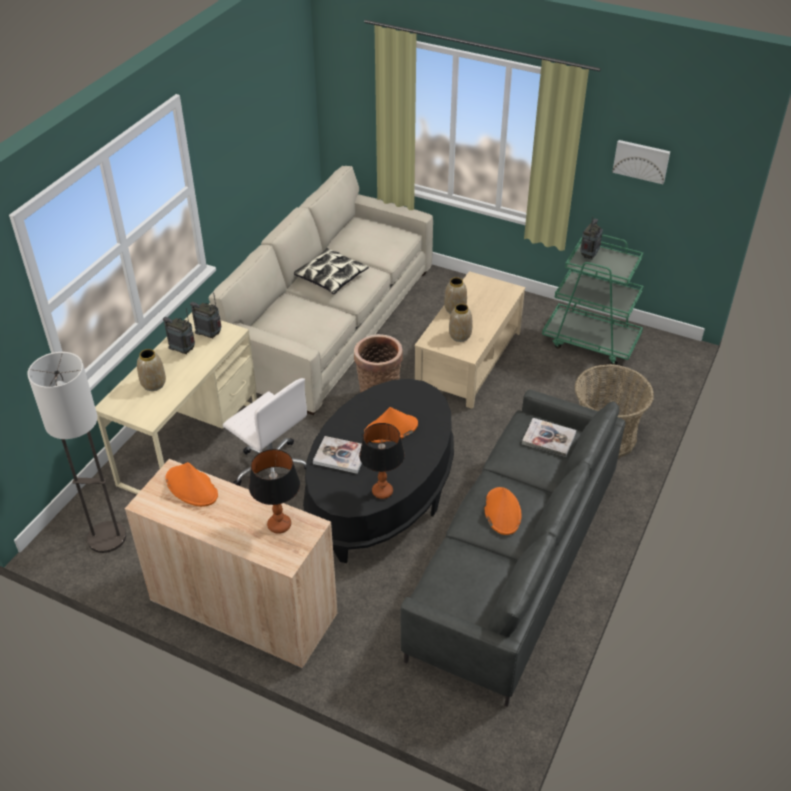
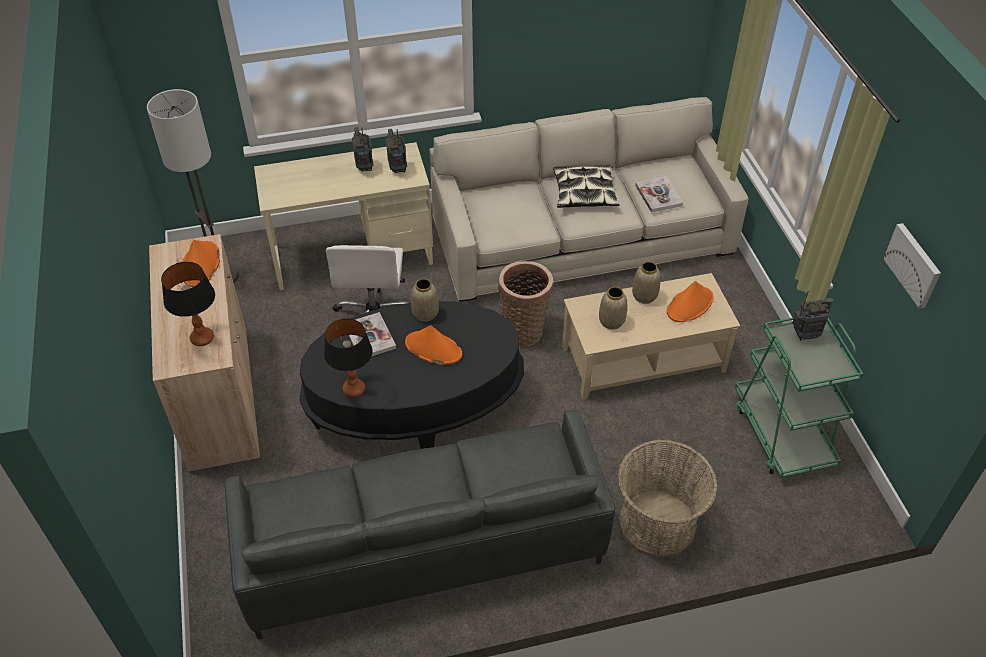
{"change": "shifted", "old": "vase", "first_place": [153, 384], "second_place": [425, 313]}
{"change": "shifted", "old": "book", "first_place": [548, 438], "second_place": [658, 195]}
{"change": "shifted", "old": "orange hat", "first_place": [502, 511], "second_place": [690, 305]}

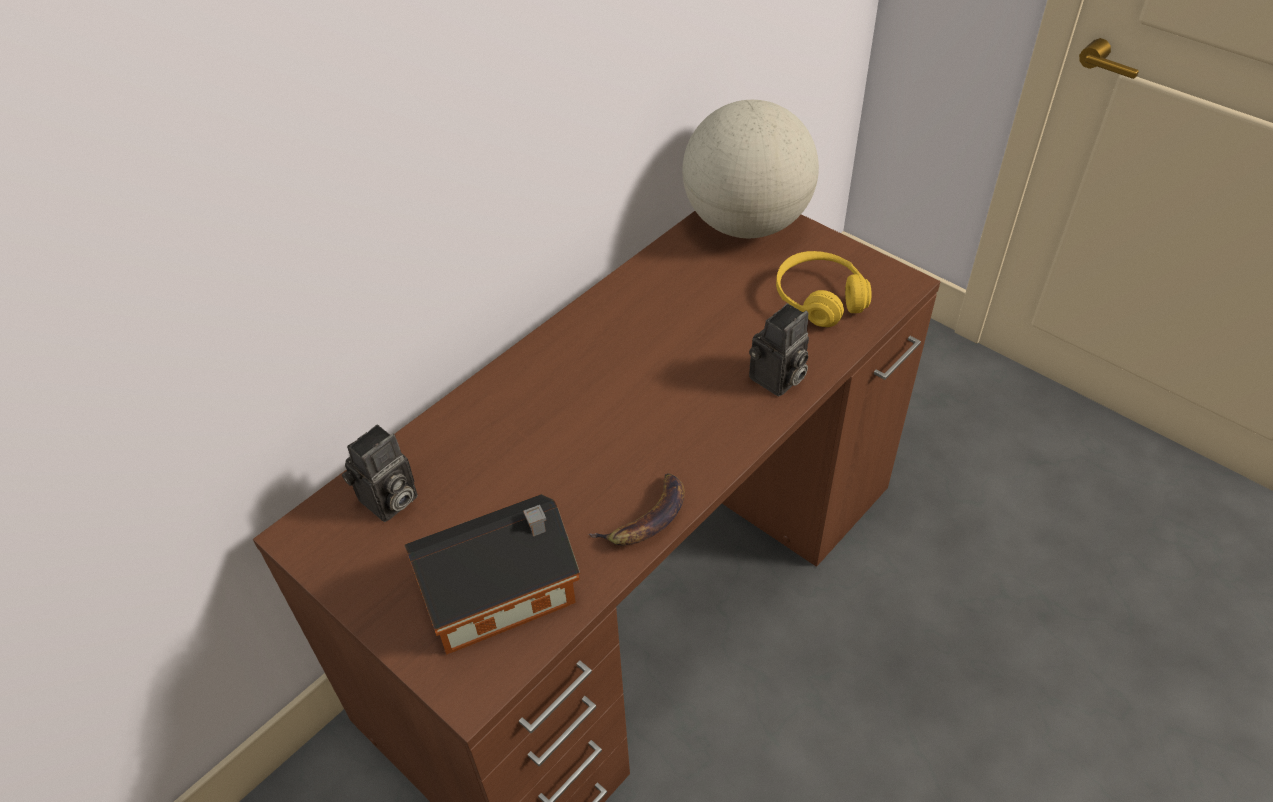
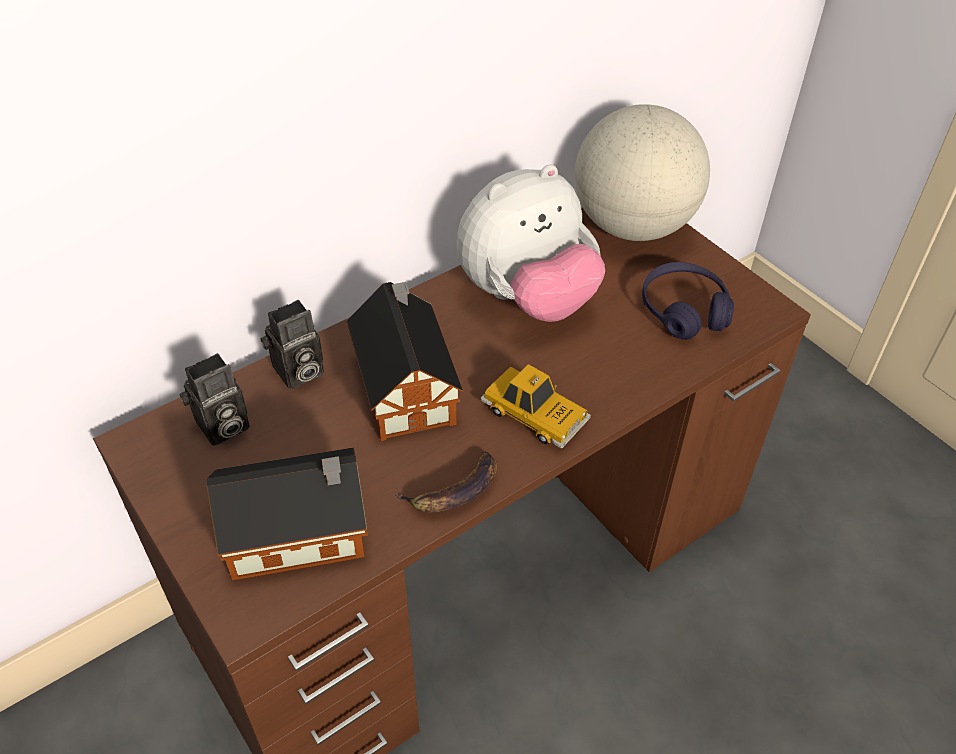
{"change": "shifted", "old": "photo camera", "first_place": [777, 380], "second_place": [297, 373]}
{"change": "new", "new": "toy house", "second_place": [405, 385]}
{"change": "new", "new": "plush toy", "second_place": [527, 298]}
{"change": "new", "new": "toy car", "second_place": [534, 414]}
{"change": "repainted", "old": "yellow headphones", "new": "purple headphones", "first_place": [819, 299], "second_place": [683, 311]}

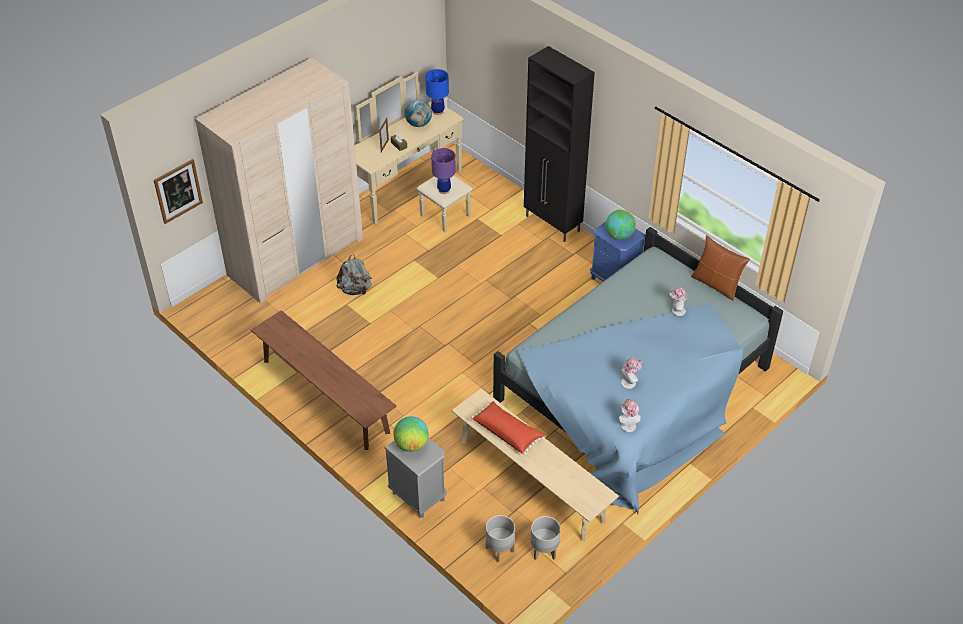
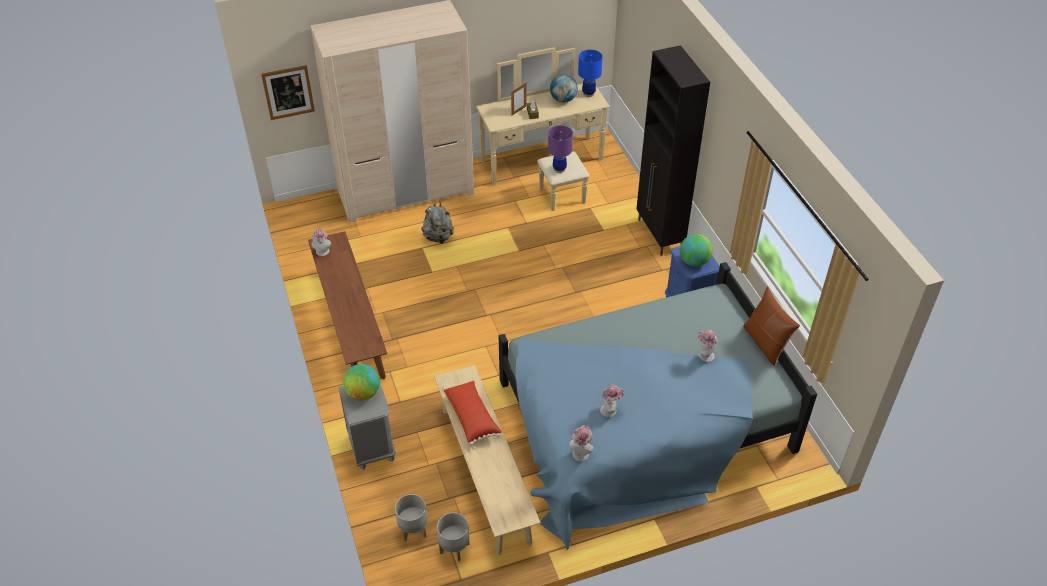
{"change": "new", "new": "hat", "second_place": [322, 252]}

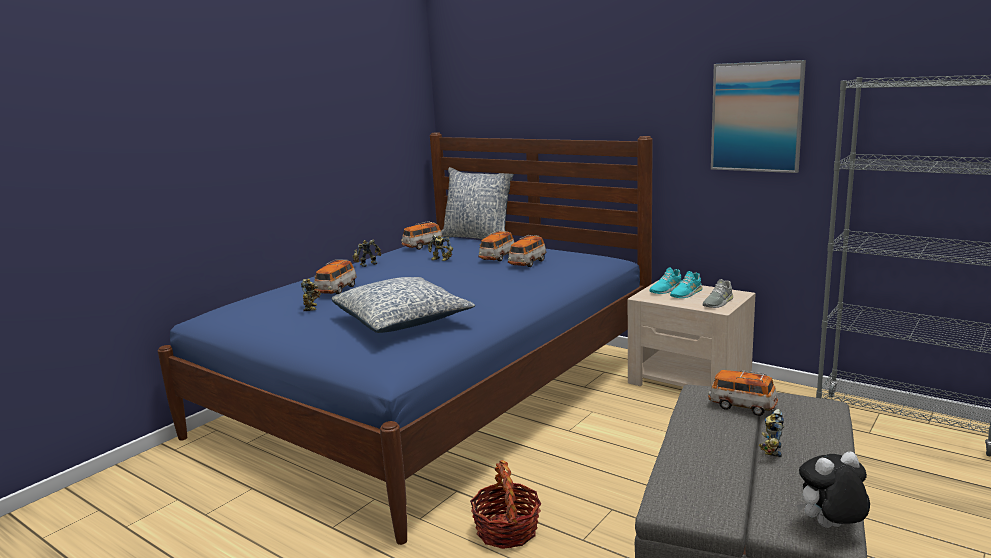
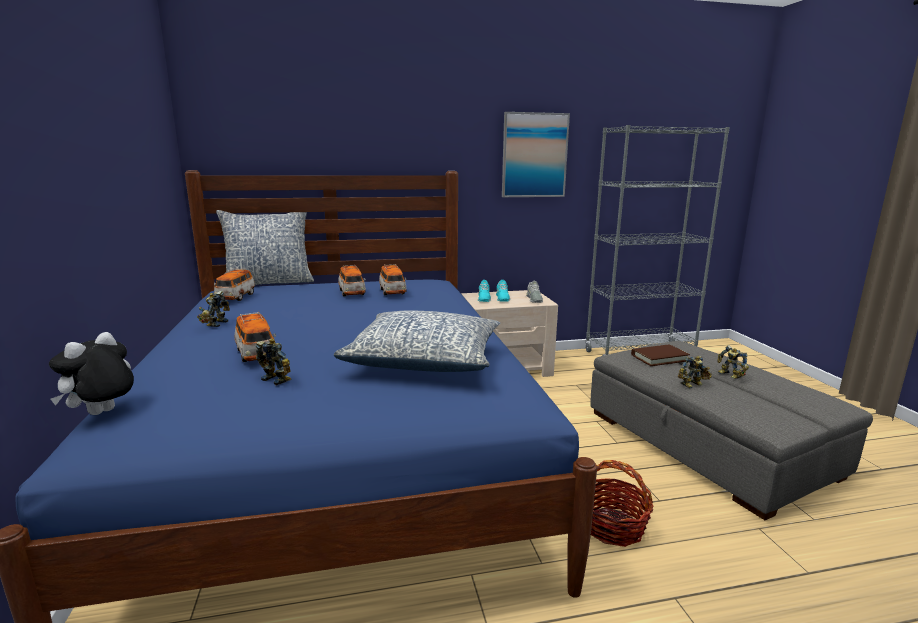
{"change": "shifted", "old": "plush toy", "first_place": [830, 528], "second_place": [102, 414]}
{"change": "swapped", "old": "toy car", "new": "brown book", "first_place": [742, 406], "second_place": [659, 358]}
{"change": "shifted", "old": "toy robot", "first_place": [440, 260], "second_place": [693, 385]}

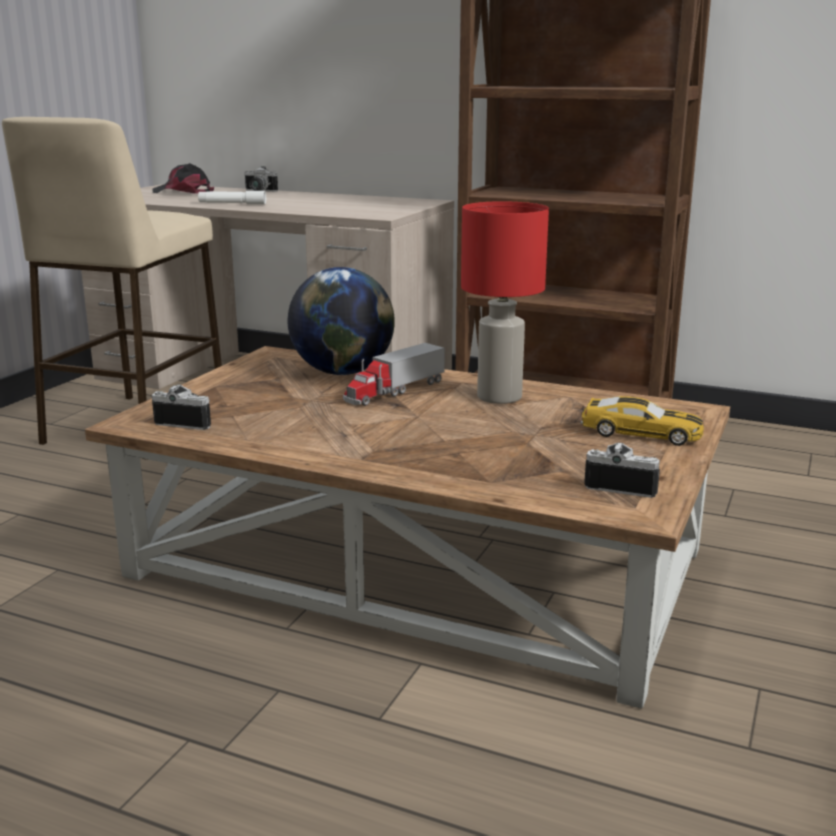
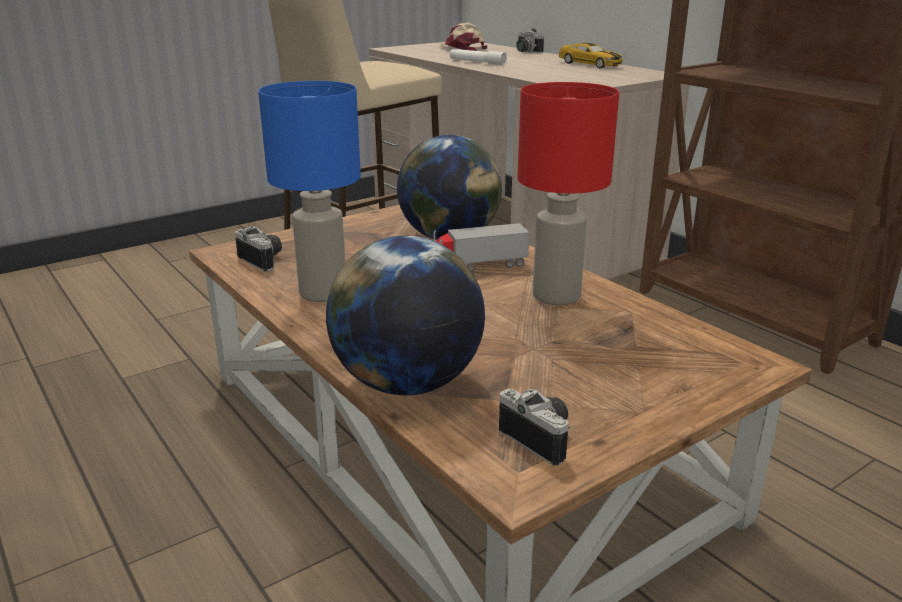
{"change": "new", "new": "blue table lamp", "second_place": [323, 293]}
{"change": "new", "new": "globe", "second_place": [407, 384]}
{"change": "repainted", "old": "black cap", "new": "beige cap", "first_place": [183, 192], "second_place": [462, 49]}
{"change": "shifted", "old": "toy car", "first_place": [641, 433], "second_place": [590, 64]}

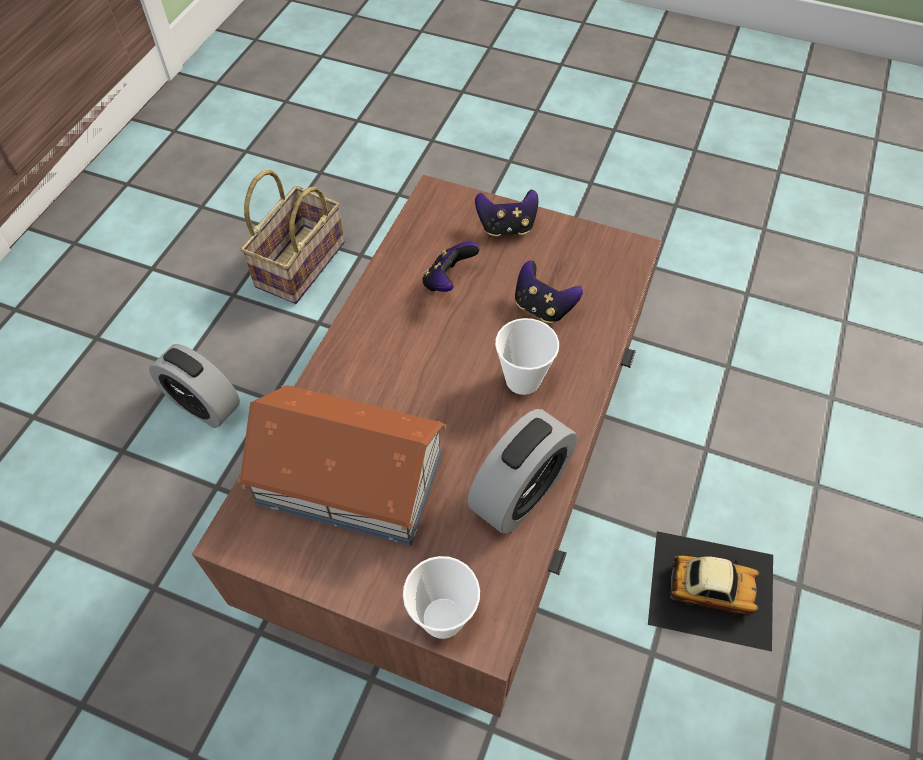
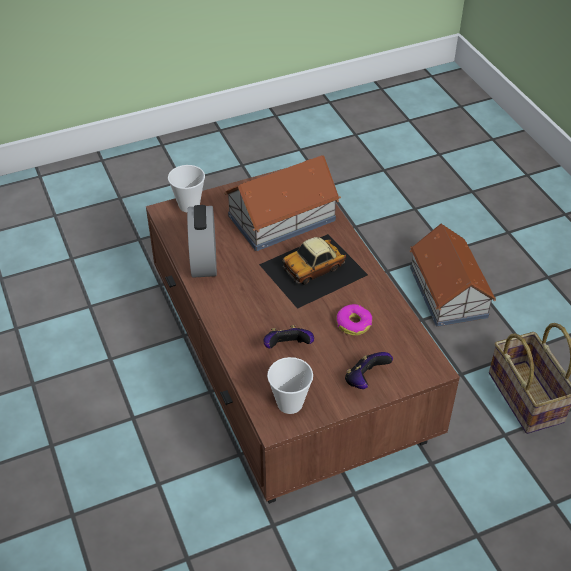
{"change": "shifted", "old": "toy car", "first_place": [711, 588], "second_place": [314, 269]}
{"change": "shifted", "old": "cup", "first_place": [523, 380], "second_place": [290, 403]}
{"change": "swapped", "old": "game controller", "new": "donut", "first_place": [448, 281], "second_place": [353, 324]}
{"change": "swapped", "old": "alarm clock", "new": "toy house", "first_place": [203, 404], "second_place": [448, 293]}

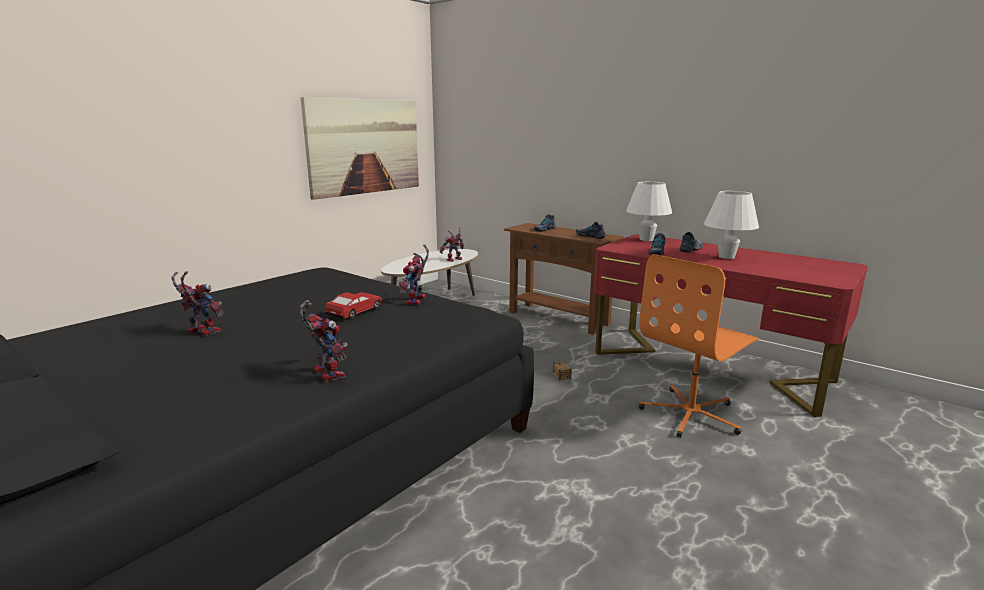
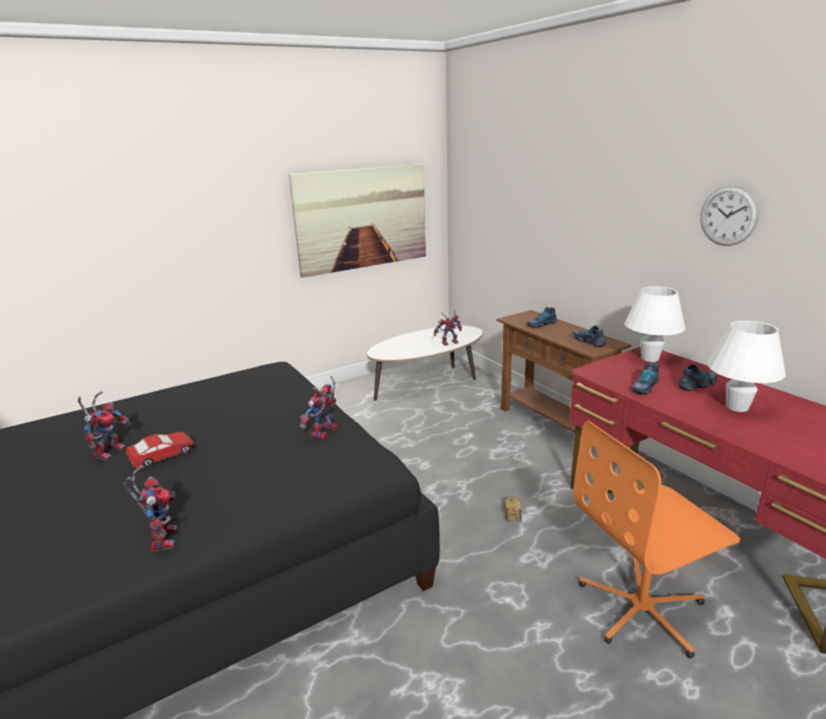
{"change": "rotated", "old": "toy robot", "first_place": [200, 331], "second_place": [109, 450], "degrees": 60}
{"change": "shifted", "old": "toy car", "first_place": [355, 311], "second_place": [163, 455]}
{"change": "new", "new": "wall clock", "second_place": [728, 216]}

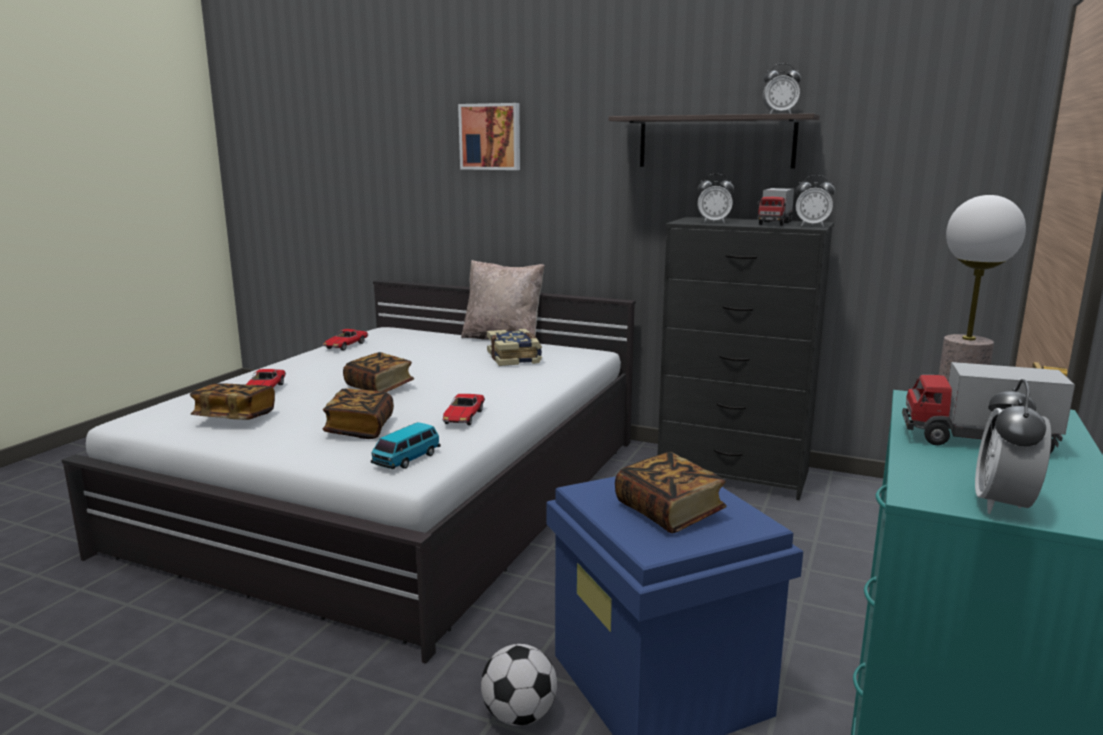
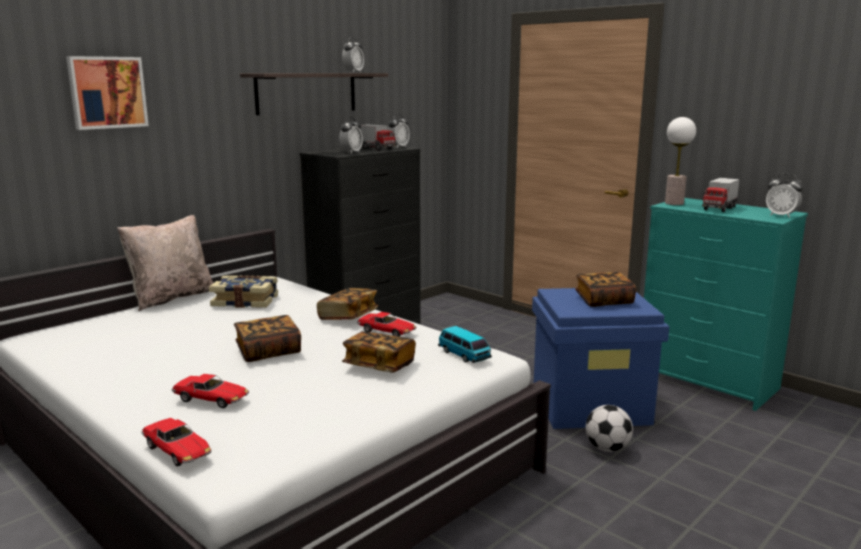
{"change": "shifted", "old": "toy car", "first_place": [345, 346], "second_place": [178, 451]}
{"change": "shifted", "old": "book", "first_place": [235, 417], "second_place": [348, 317]}

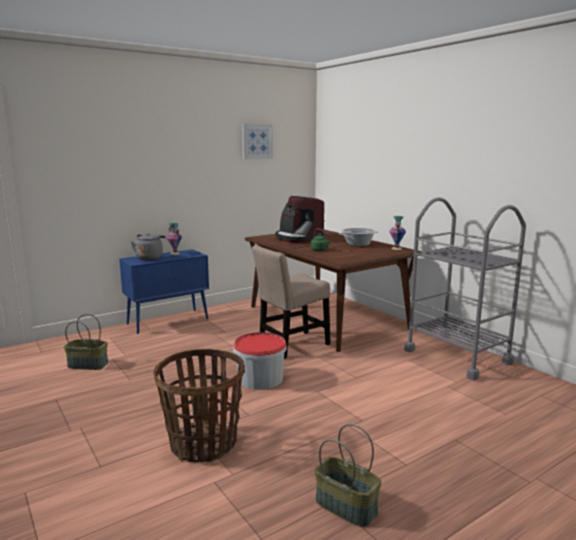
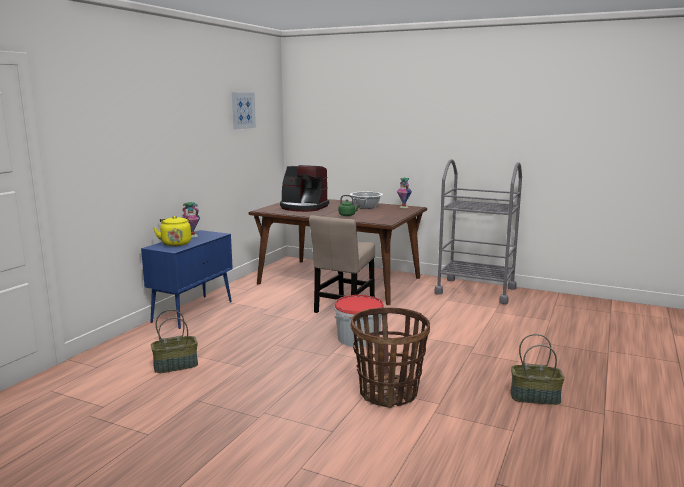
{"change": "repainted", "old": "grey kettle", "new": "yellow kettle", "first_place": [150, 258], "second_place": [176, 243]}

